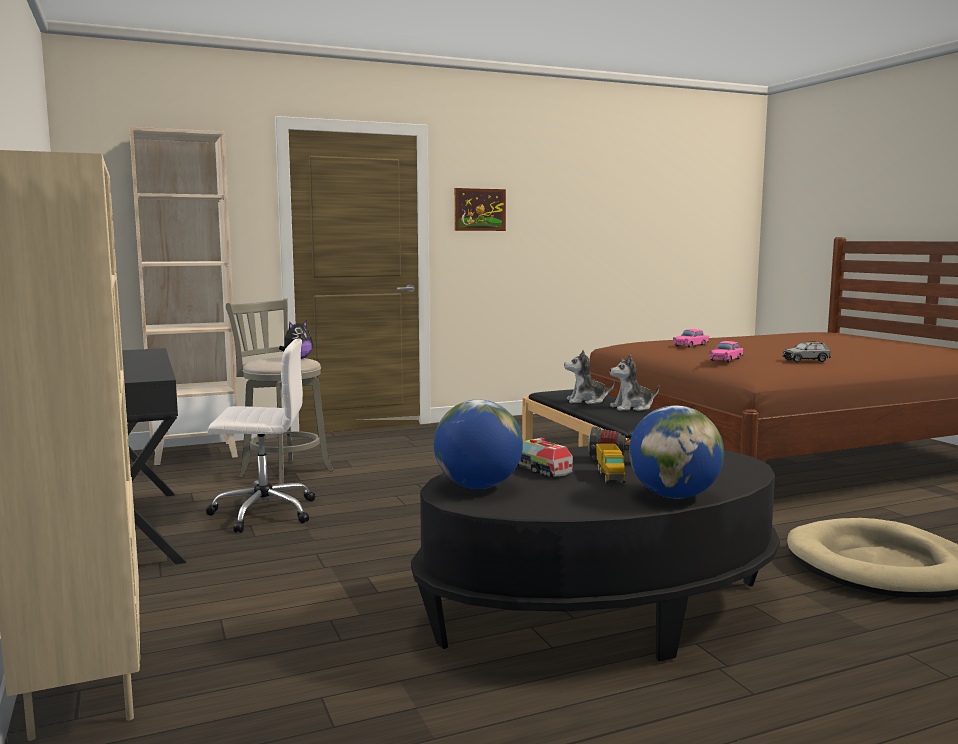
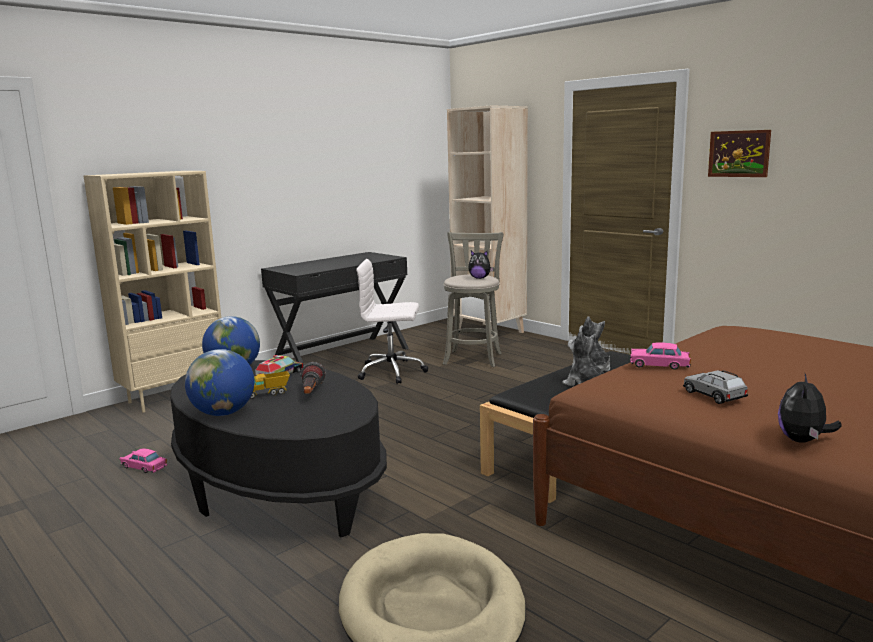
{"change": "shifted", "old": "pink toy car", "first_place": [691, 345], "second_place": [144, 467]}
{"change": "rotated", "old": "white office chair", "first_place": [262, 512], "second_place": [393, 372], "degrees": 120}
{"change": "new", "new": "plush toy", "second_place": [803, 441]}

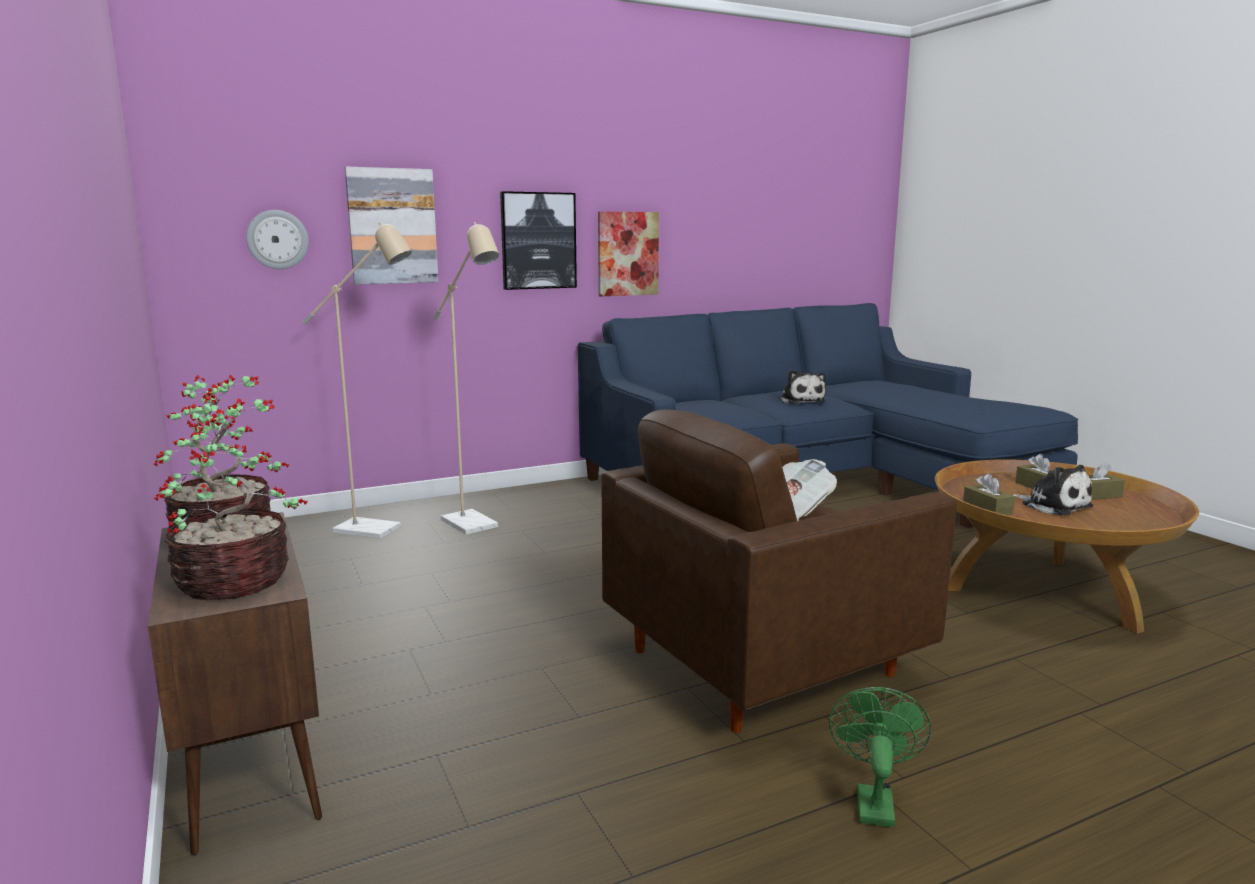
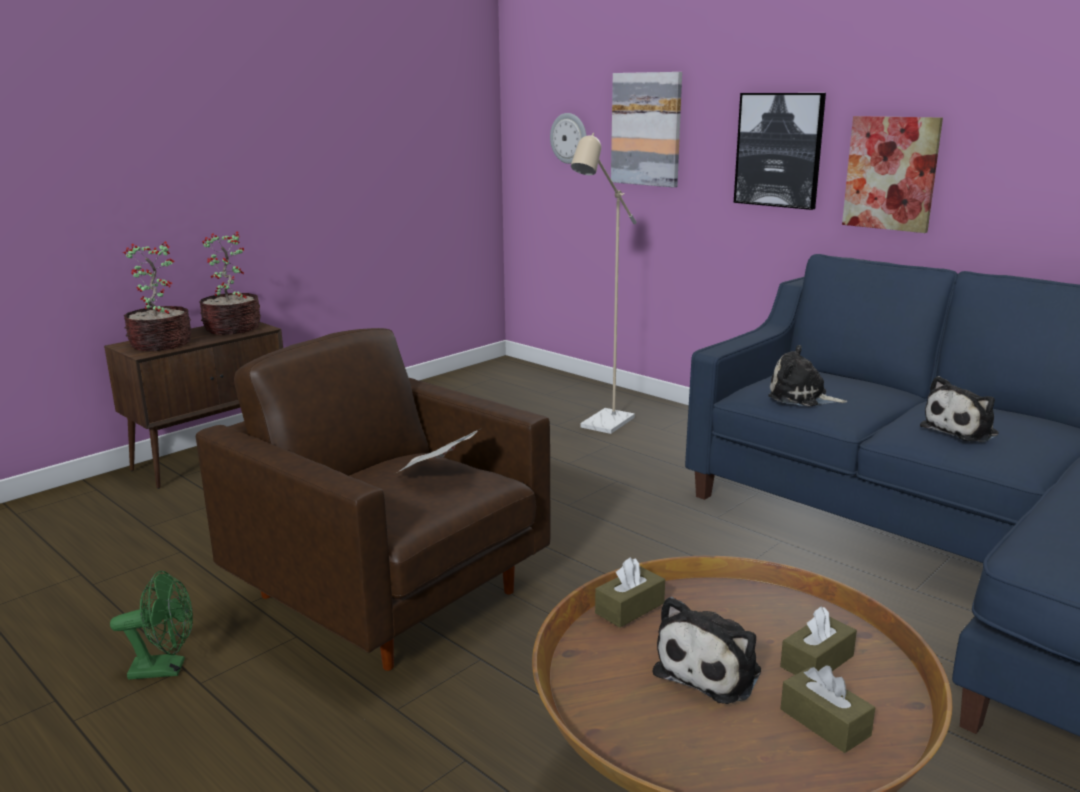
{"change": "new", "new": "plush toy", "second_place": [801, 397]}
{"change": "gone", "old": "beige floor lamp", "first_place": [377, 530]}

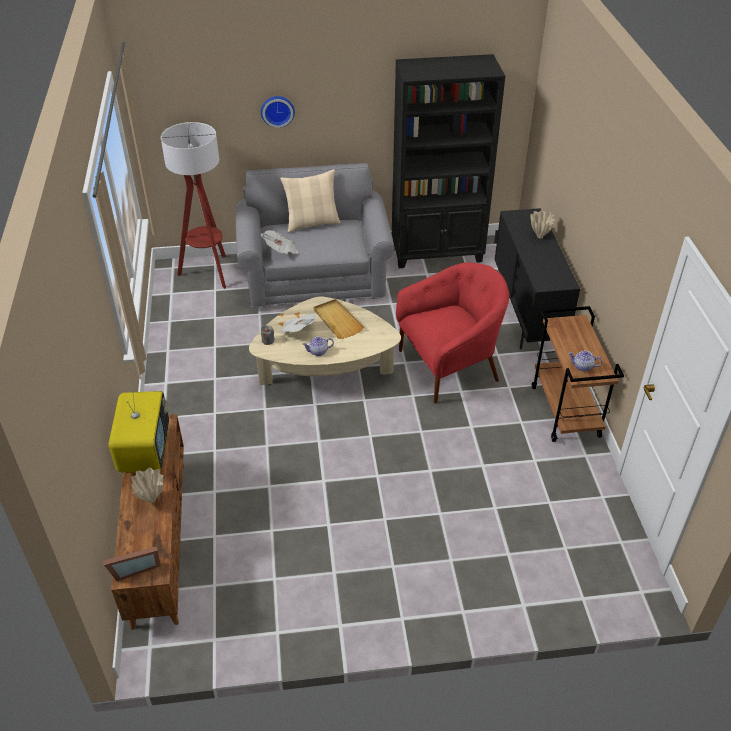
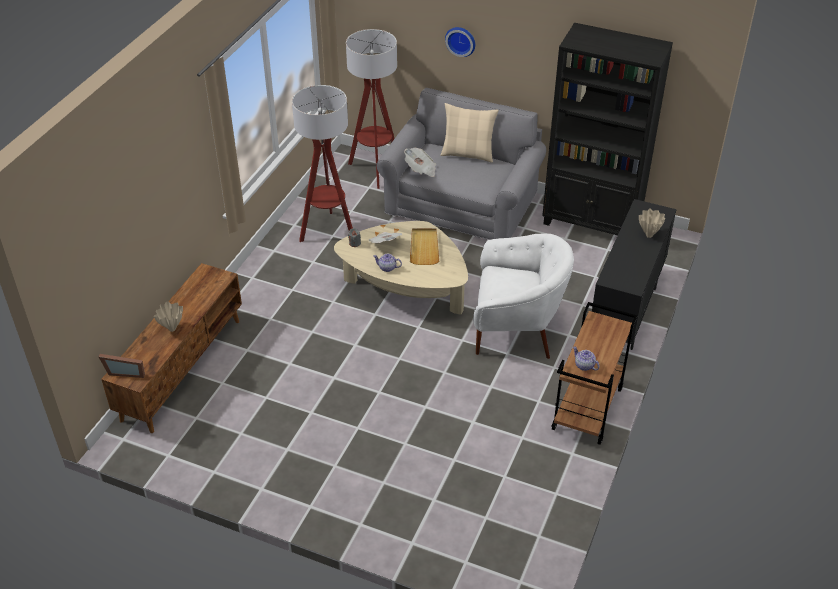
{"change": "new", "new": "floor lamp", "second_place": [329, 231]}
{"change": "repainted", "old": "red armchair", "new": "white armchair", "first_place": [449, 366], "second_place": [515, 328]}
{"change": "gone", "old": "television", "first_place": [145, 452]}

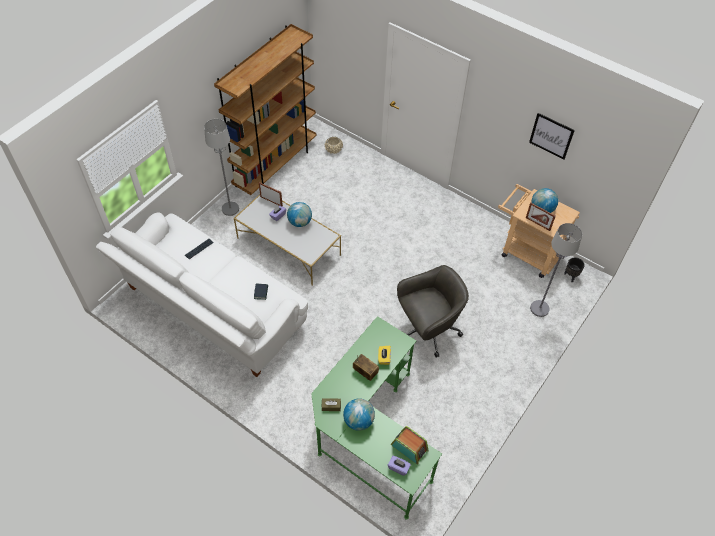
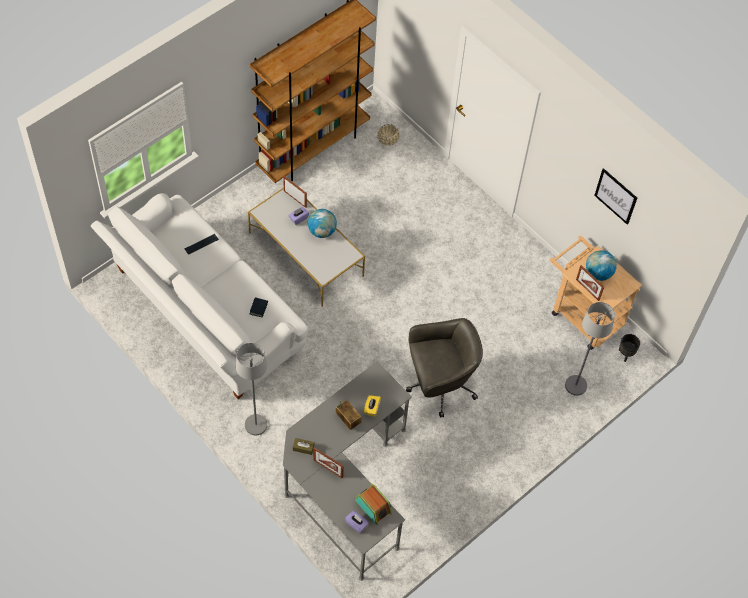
{"change": "shifted", "old": "grey floor lamp", "first_place": [230, 209], "second_place": [255, 425]}
{"change": "repainted", "old": "green desk", "new": "grey desk", "first_place": [369, 432], "second_place": [345, 484]}
{"change": "swapped", "old": "globe", "new": "picture frame", "first_place": [358, 421], "second_place": [328, 468]}

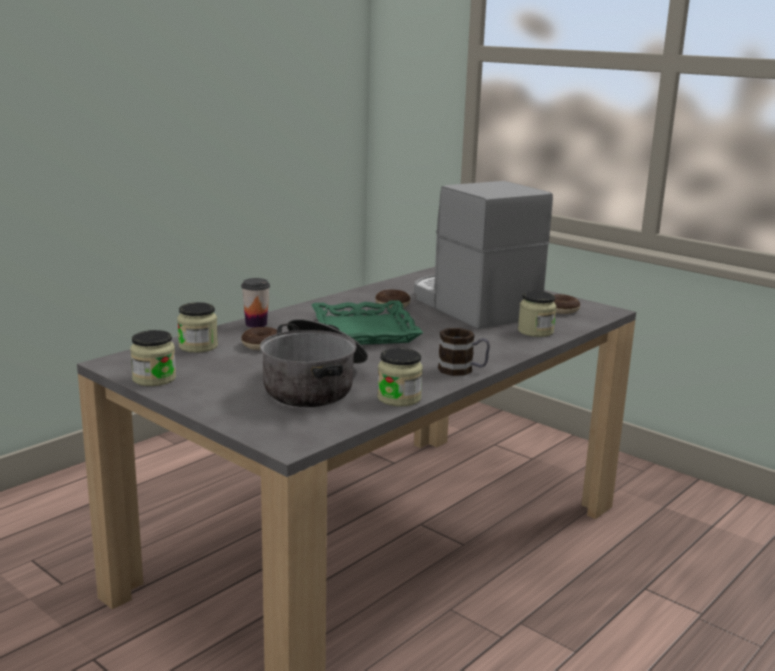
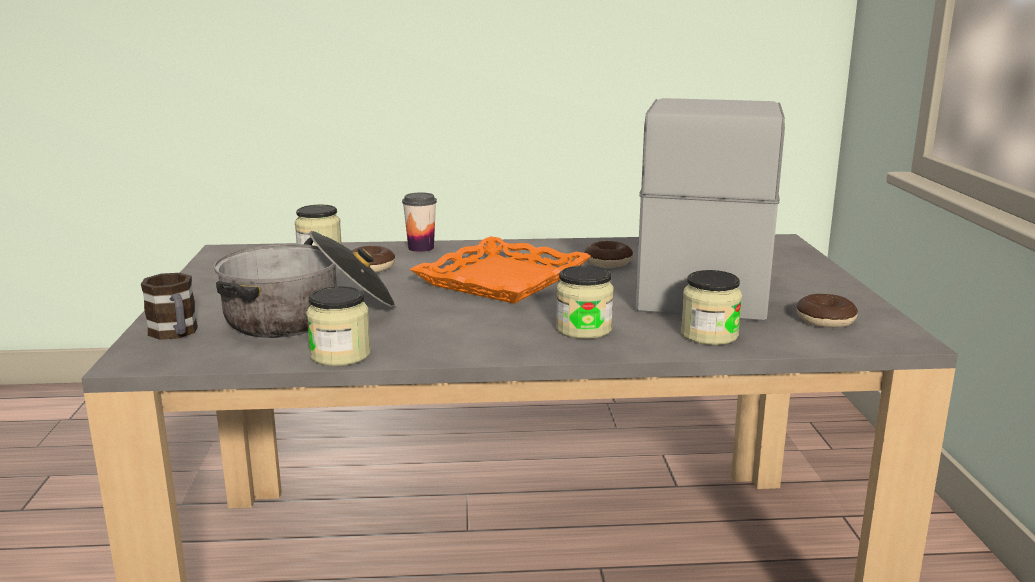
{"change": "shifted", "old": "mug", "first_place": [462, 370], "second_place": [175, 334]}
{"change": "repainted", "old": "green tray", "new": "orange tray", "first_place": [365, 331], "second_place": [503, 280]}
{"change": "shifted", "old": "jar", "first_place": [154, 379], "second_place": [584, 329]}

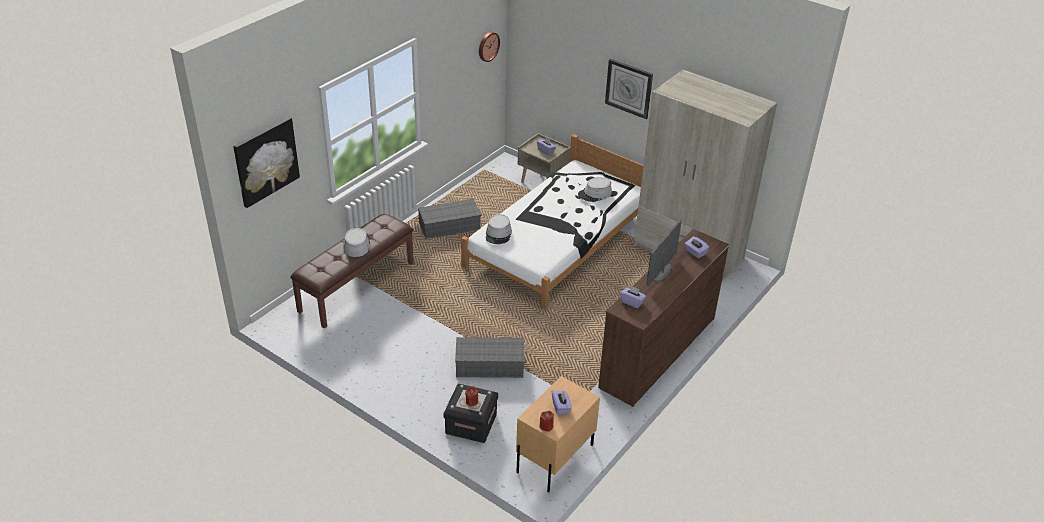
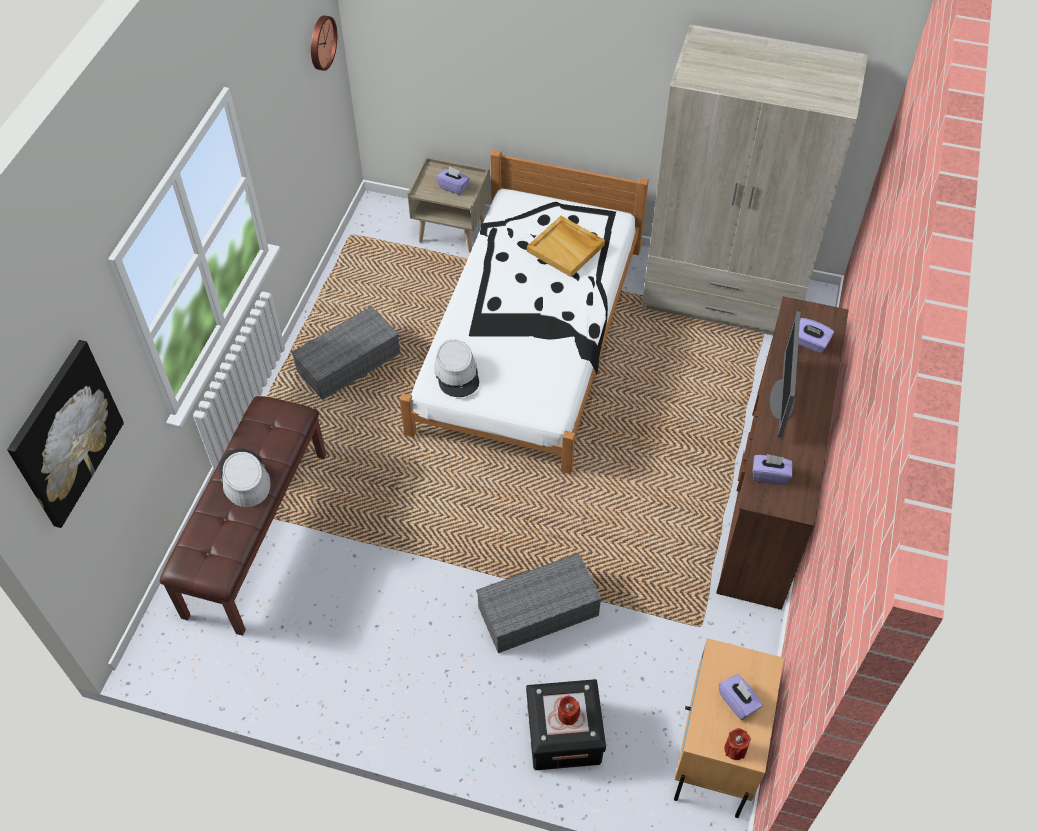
{"change": "swapped", "old": "grey hat", "new": "beige tray", "first_place": [595, 194], "second_place": [566, 248]}
{"change": "gone", "old": "wall clock", "first_place": [629, 88]}

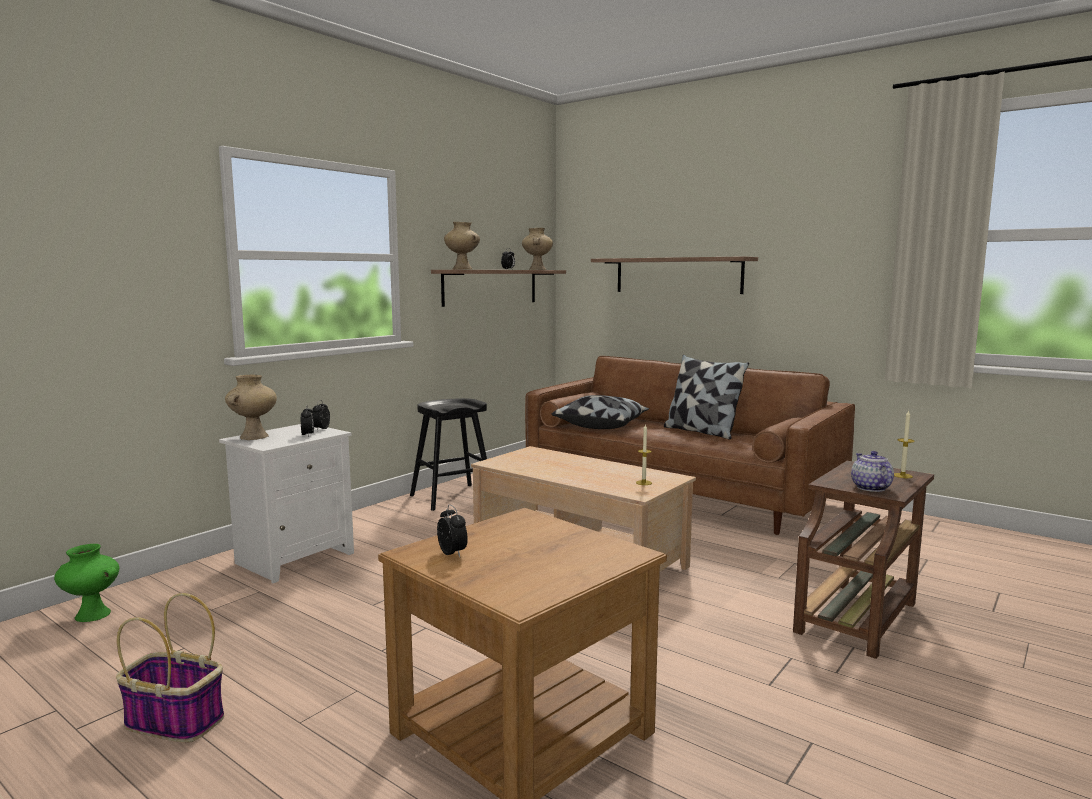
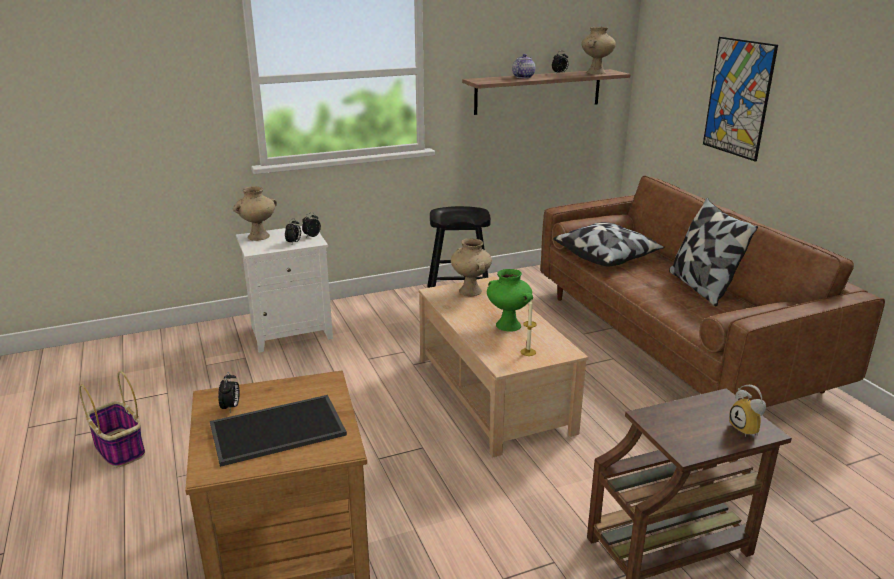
{"change": "new", "new": "tray", "second_place": [276, 431]}
{"change": "shifted", "old": "beige vase", "first_place": [463, 269], "second_place": [471, 291]}
{"change": "shifted", "old": "green vase", "first_place": [91, 615], "second_place": [507, 325]}
{"change": "shifted", "old": "teapot", "first_place": [870, 487], "second_place": [523, 77]}
{"change": "swapped", "old": "shelf", "new": "picture", "first_place": [677, 275], "second_place": [738, 98]}
{"change": "swapped", "old": "candle", "new": "alarm clock", "first_place": [902, 475], "second_place": [748, 429]}

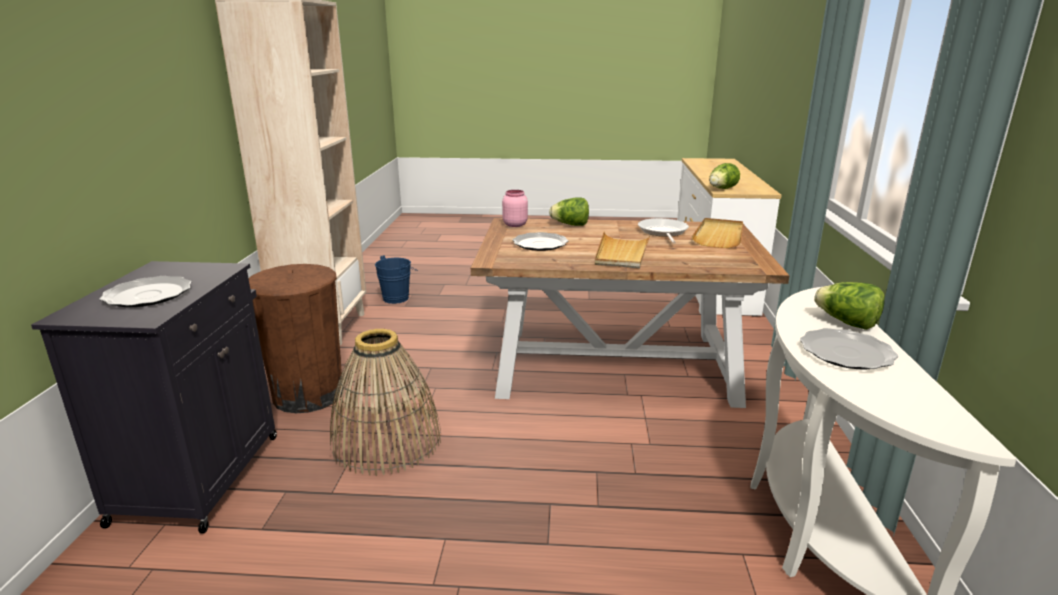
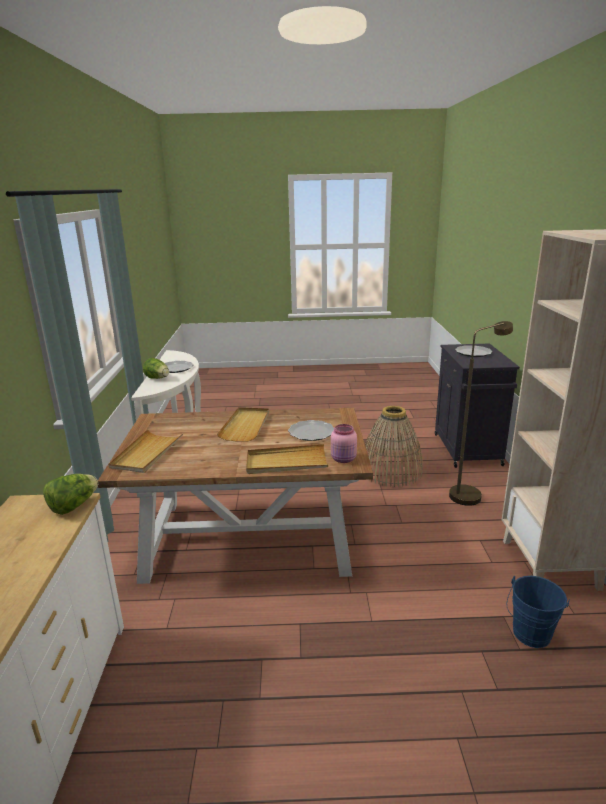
{"change": "swapped", "old": "lettuce", "new": "beige tray", "first_place": [570, 225], "second_place": [286, 462]}
{"change": "swapped", "old": "brown trash can", "new": "brown floor lamp", "first_place": [308, 394], "second_place": [469, 493]}
{"change": "gone", "old": "frying pan", "first_place": [663, 232]}

